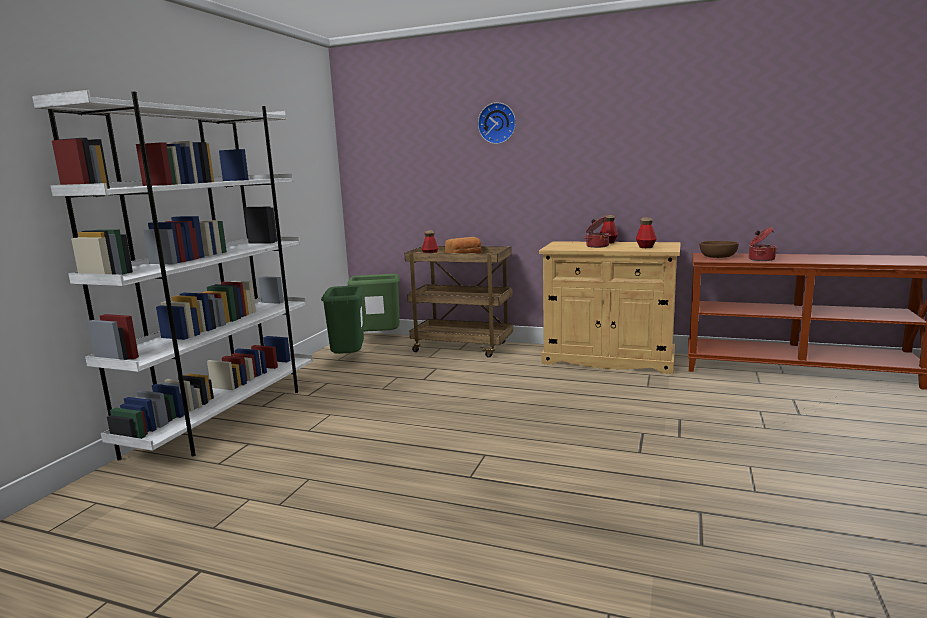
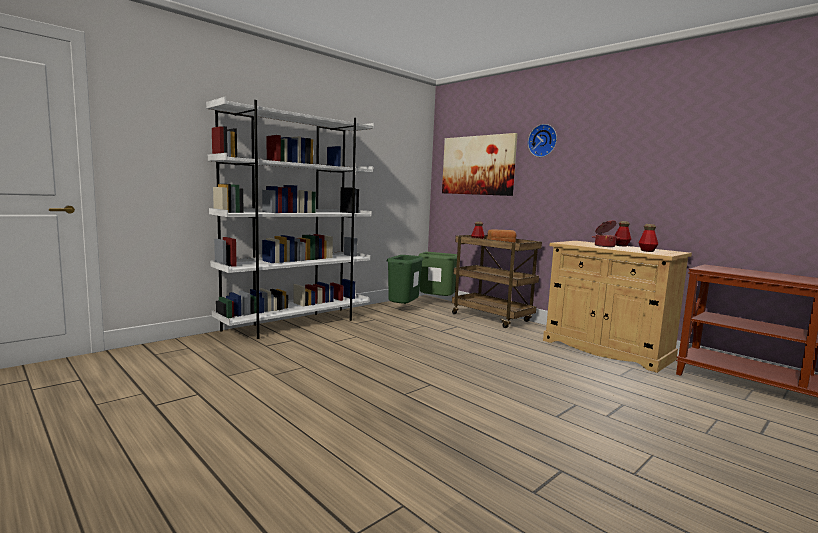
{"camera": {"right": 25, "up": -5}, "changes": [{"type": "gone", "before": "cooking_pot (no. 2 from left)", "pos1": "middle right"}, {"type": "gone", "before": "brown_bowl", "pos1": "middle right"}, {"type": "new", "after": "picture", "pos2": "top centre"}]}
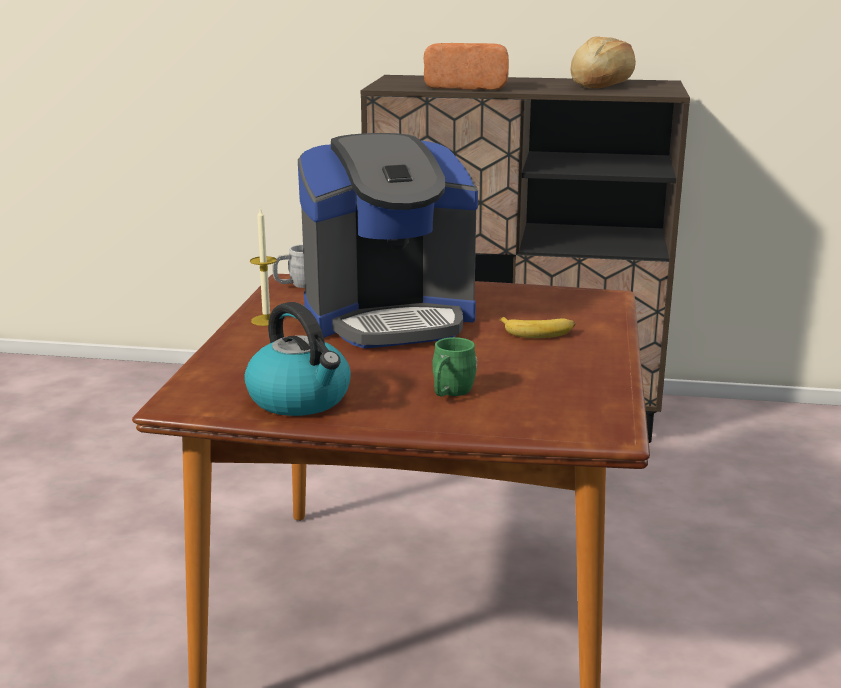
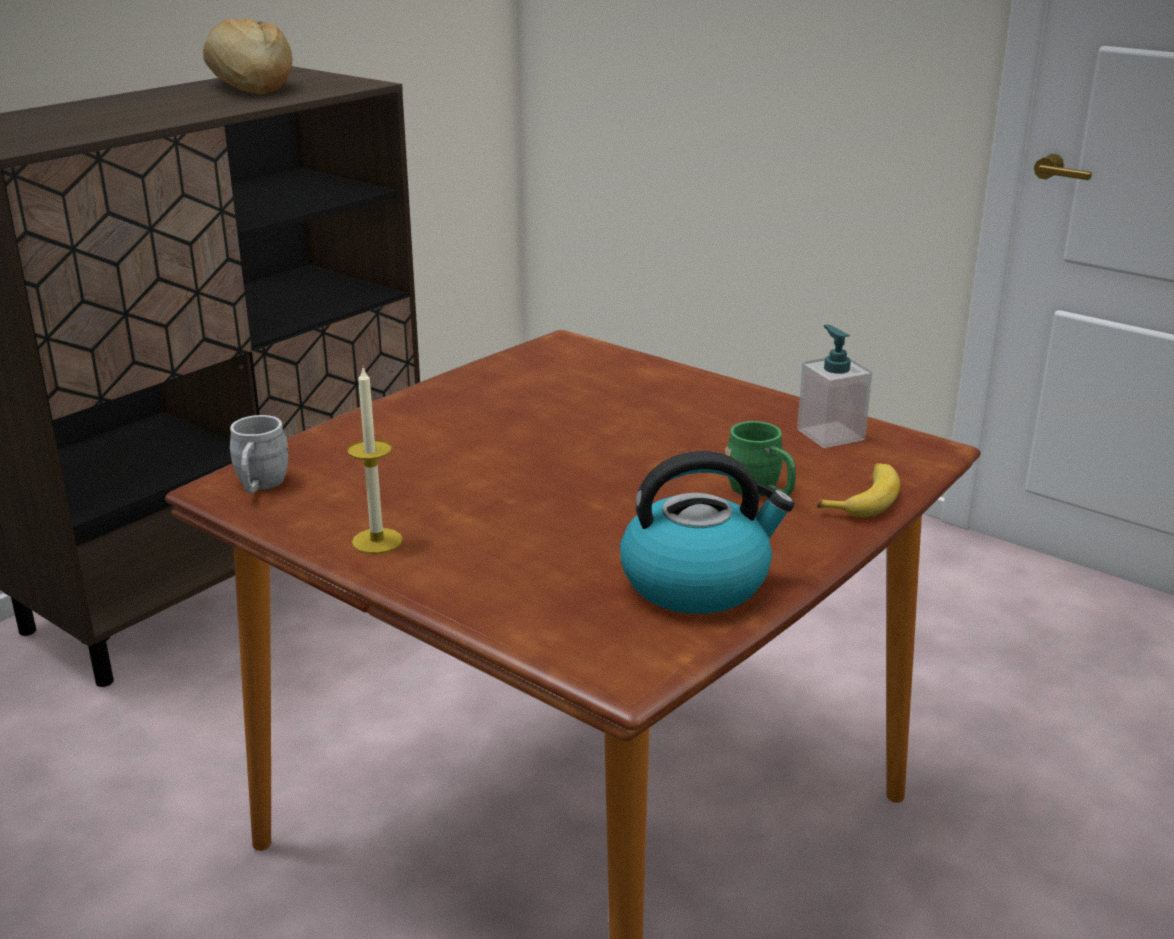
{"camera": {"right": -60, "up": 5}, "changes": [{"type": "gone", "before": "bread (no. 1 from left)", "pos1": "top centre"}, {"type": "gone", "before": "coffee_machine", "pos1": "centre"}, {"type": "shifted", "before": "banana", "pos1": "centre", "pos2": "middle right"}, {"type": "new", "after": "soap_dispenser", "pos2": "middle right"}]}
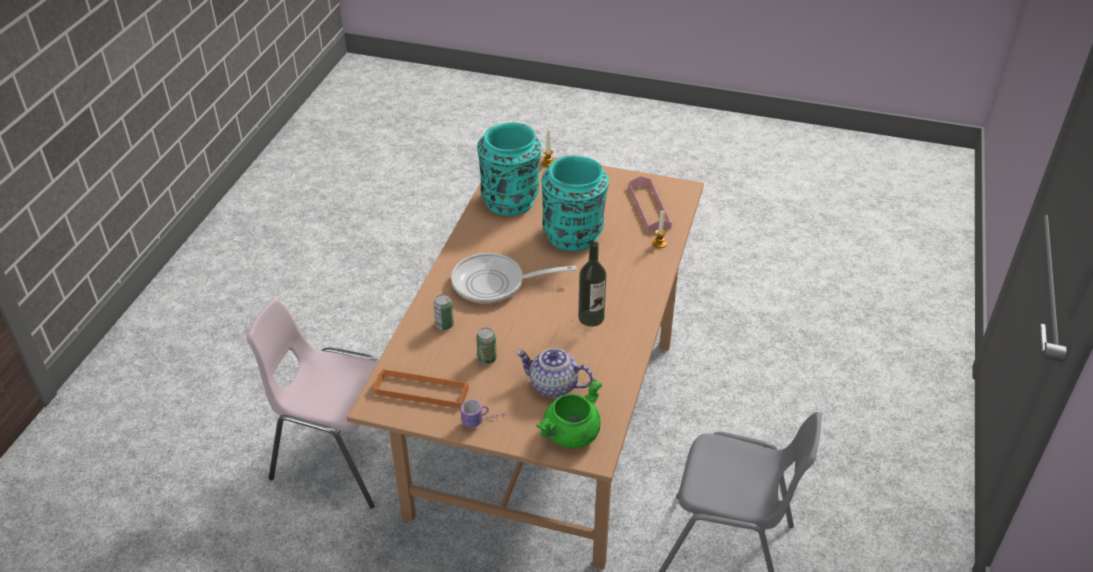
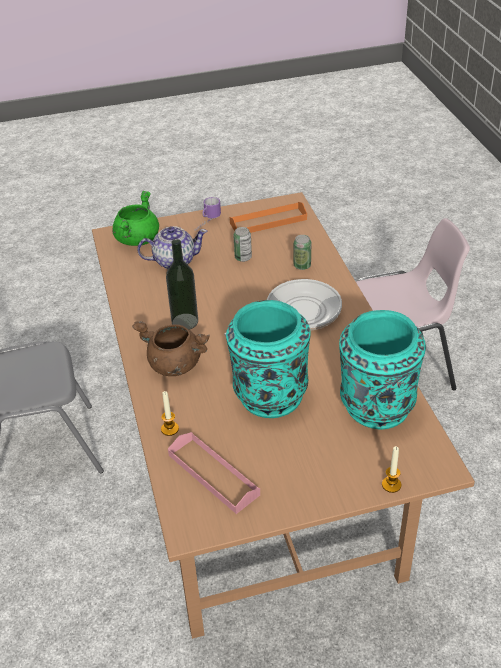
{"camera": {"right": 150, "up": 0}, "changes": [{"type": "new", "after": "brown_cooking_pot", "pos2": "centre"}]}
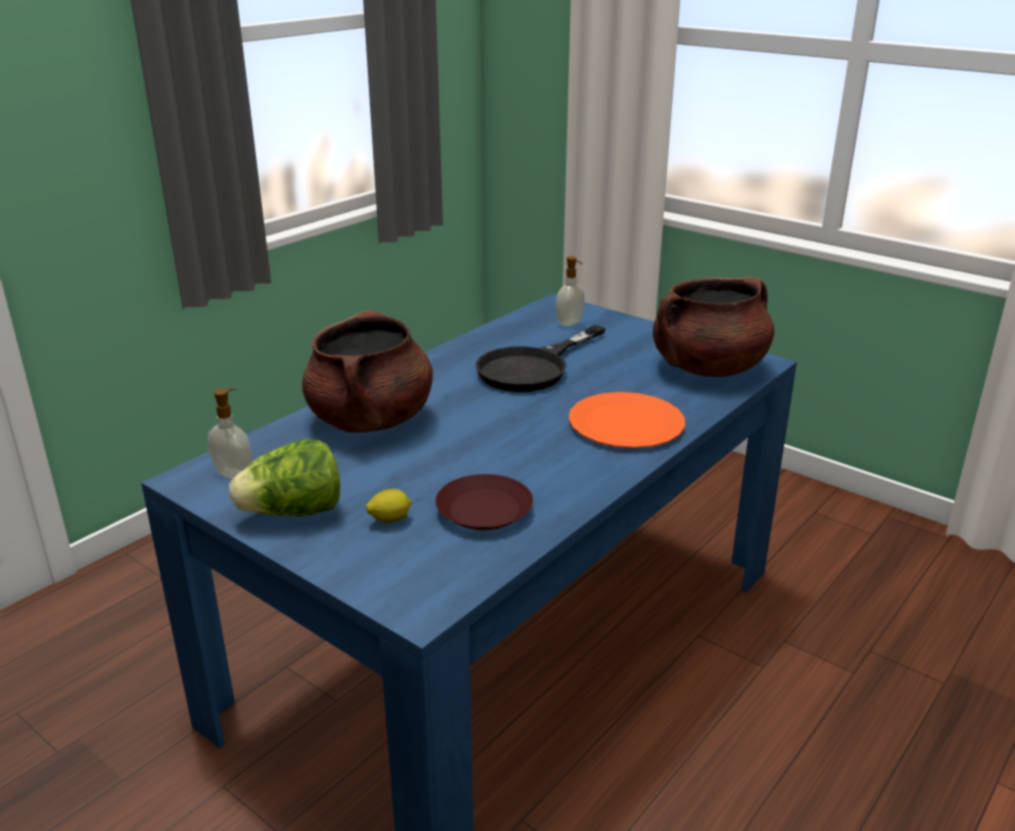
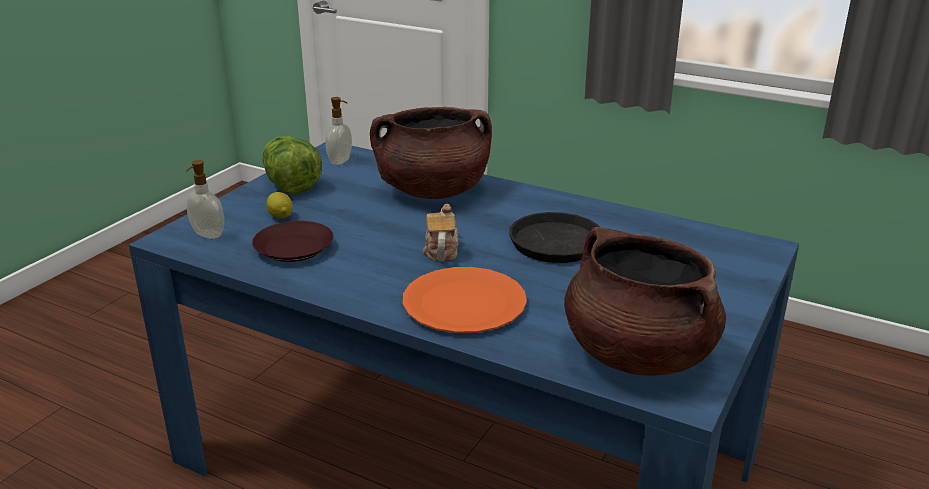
{"camera": {"right": 80, "up": 0}, "changes": [{"type": "shifted", "before": "soap_dispenser (no. 2 from left in the first image)", "after": "soap_dispenser (no. 1 from left)", "pos1": "centre", "pos2": "middle left"}, {"type": "new", "after": "teapot", "pos2": "centre"}]}
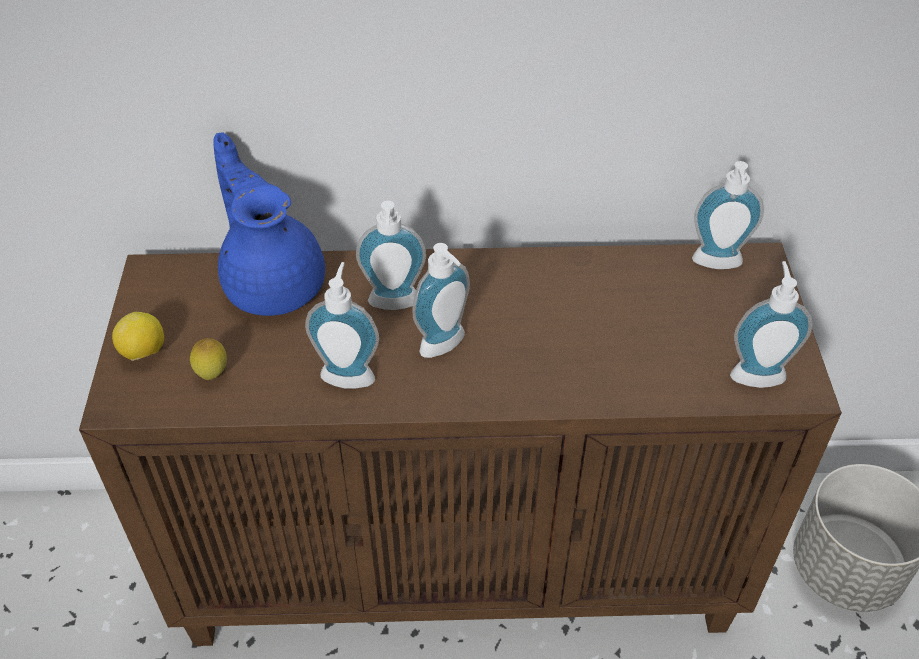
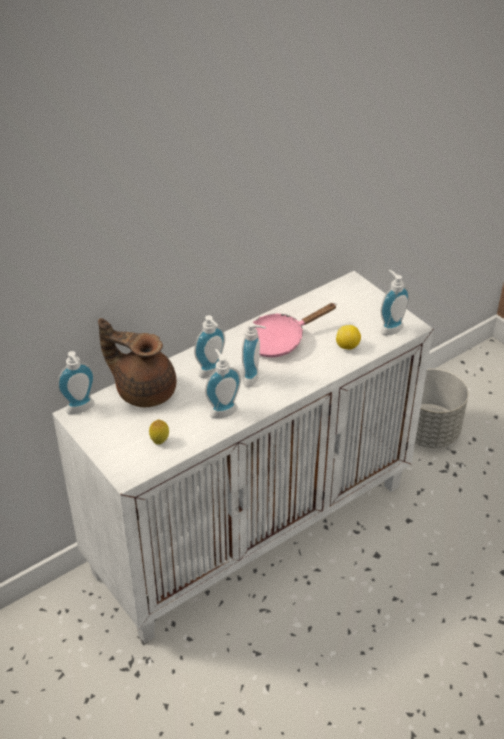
{"camera": {"right": -35, "up": -5}, "changes": [{"type": "repainted", "before": "blue_teapot", "after": "brown_teapot", "pos1": "middle left", "pos2": "middle left"}, {"type": "shifted", "before": "soap_dispenser (no. 4 from left in the first image)", "after": "soap_dispenser (no. 1 from left)", "pos1": "top right", "pos2": "middle left"}, {"type": "repainted", "before": "brown_cabinet", "after": "white_cabinet", "pos1": "bottom centre", "pos2": "centre"}, {"type": "shifted", "before": "lemon (no. 1 from left in the first image)", "after": "lemon (no. 2 from left)", "pos1": "middle left", "pos2": "middle right"}, {"type": "new", "after": "pink_frying_pan", "pos2": "centre"}]}
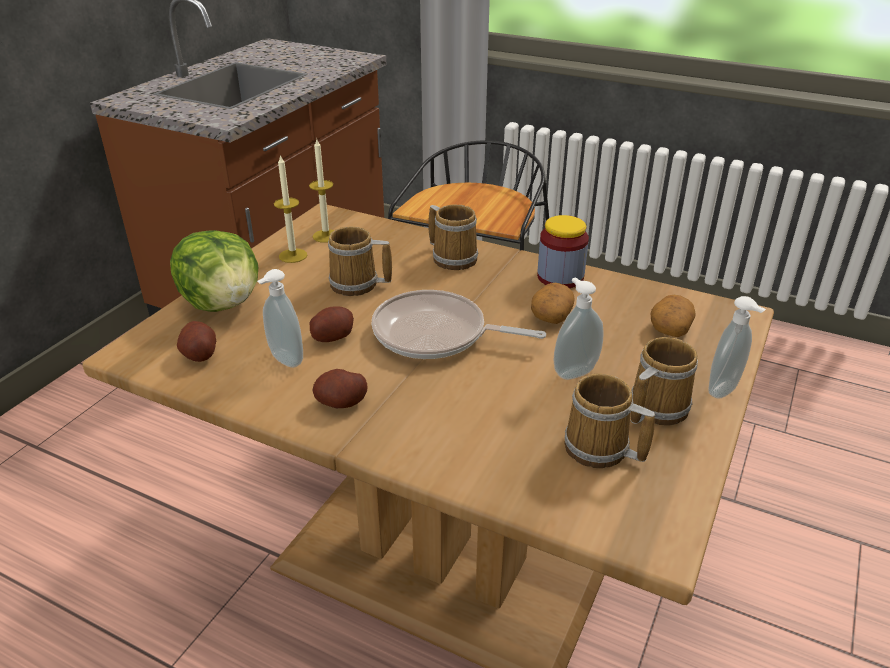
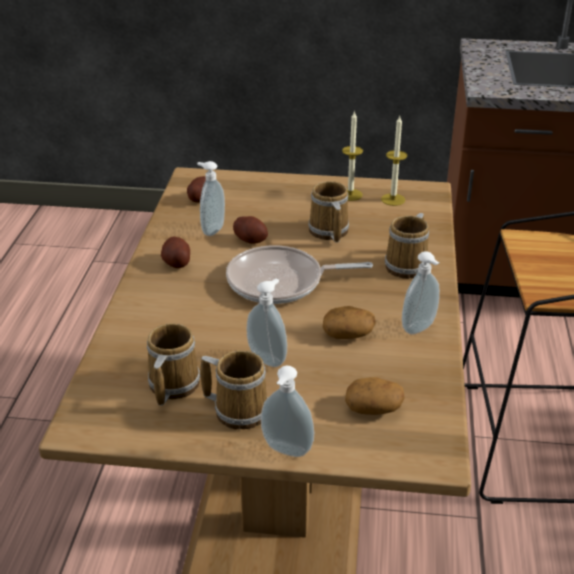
{"camera": {"right": 70, "up": 0}, "changes": [{"type": "swapped", "before": "jar", "after": "soap_dispenser (no. 4 from left)", "pos1": "centre", "pos2": "middle right"}, {"type": "gone", "before": "lettuce", "pos1": "middle left"}, {"type": "rotated", "before": "frying_pan", "pos1": "centre", "pos2": "centre", "turn": -90}]}
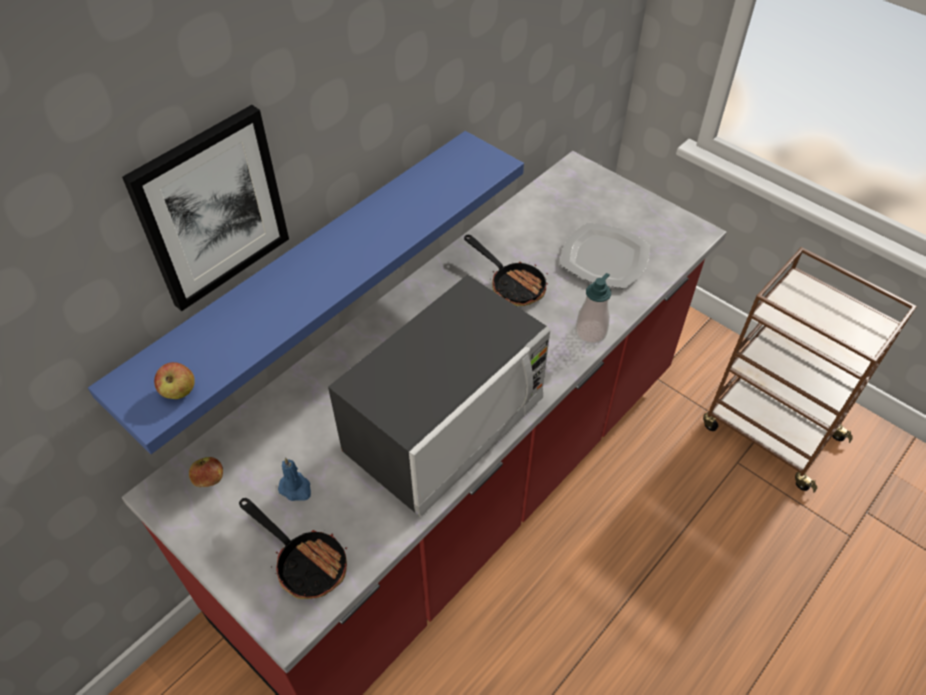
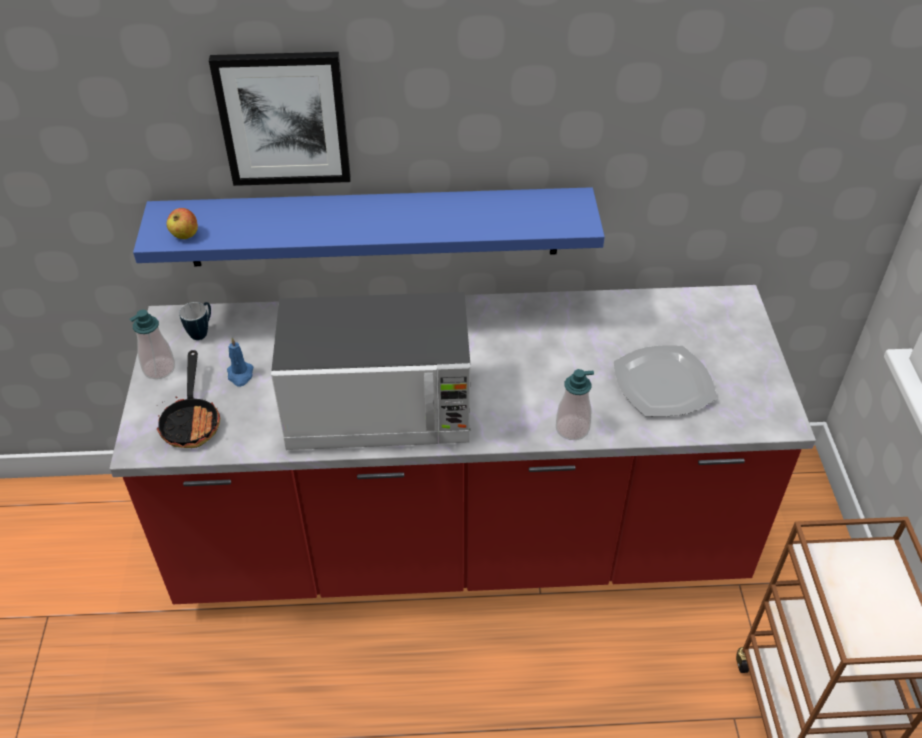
{"camera": {"right": 45, "up": -5}, "changes": [{"type": "gone", "before": "frying_pan (no. 2 from left)", "pos1": "centre"}, {"type": "swapped", "before": "apple (no. 2 from left)", "after": "mug", "pos1": "bottom left", "pos2": "middle left"}, {"type": "new", "after": "soap_dispenser (no. 1 from left)", "pos2": "middle left"}]}
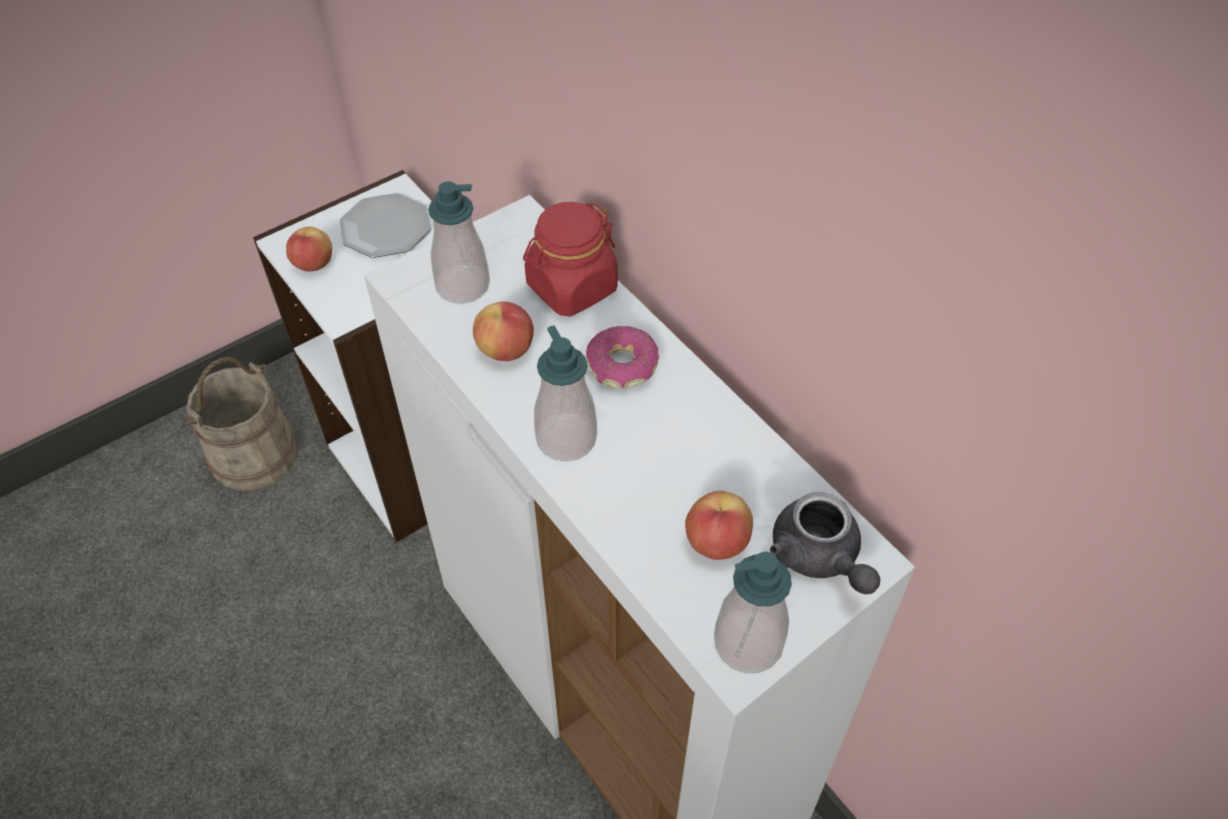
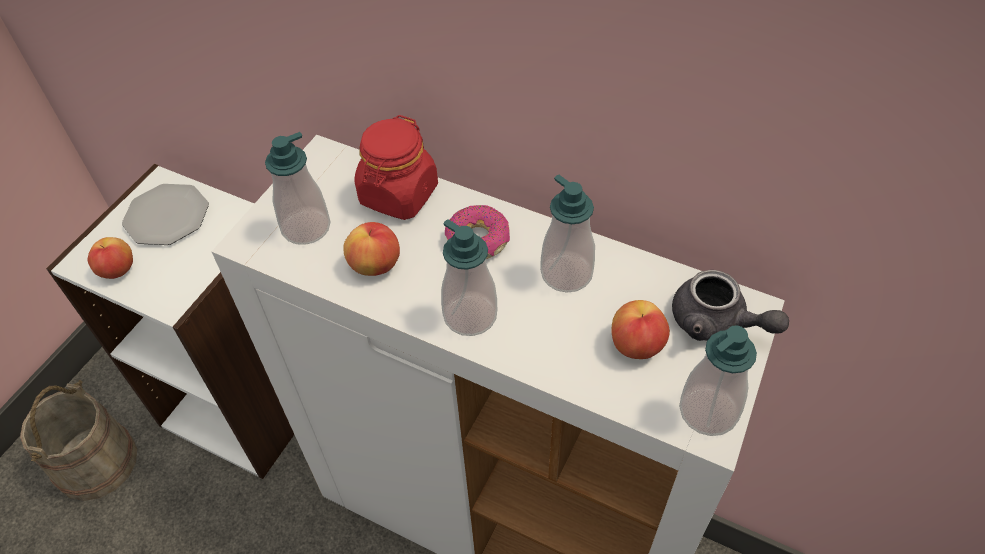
{"camera": {"right": -25, "up": 0}, "changes": [{"type": "new", "after": "soap_dispenser (no. 3 from left)", "pos2": "centre"}]}
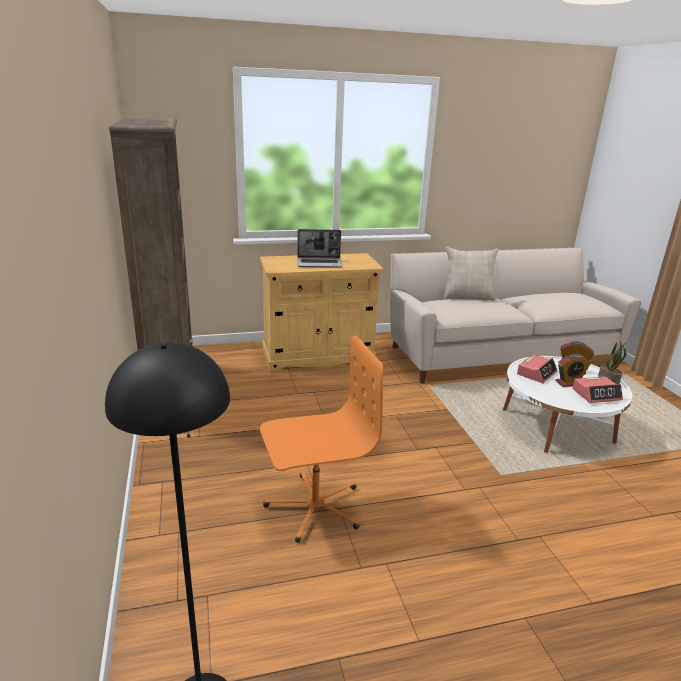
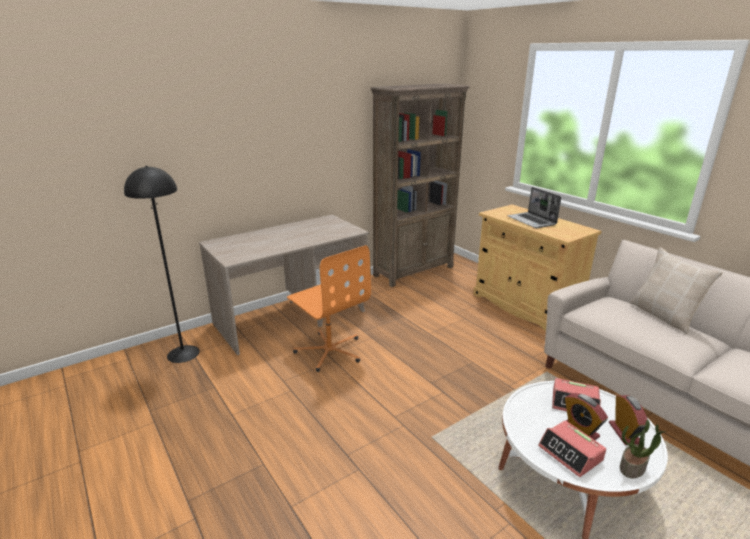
{"camera": {"right": 70, "up": 0}, "changes": [{"type": "new", "after": "beige_desk", "pos2": "centre"}]}
